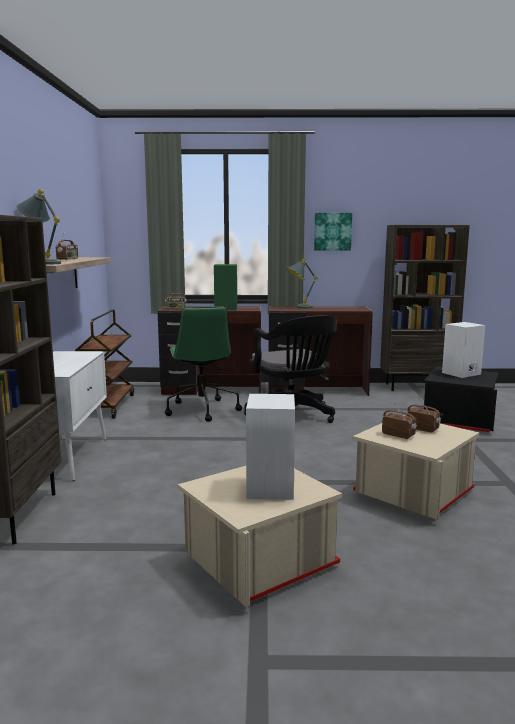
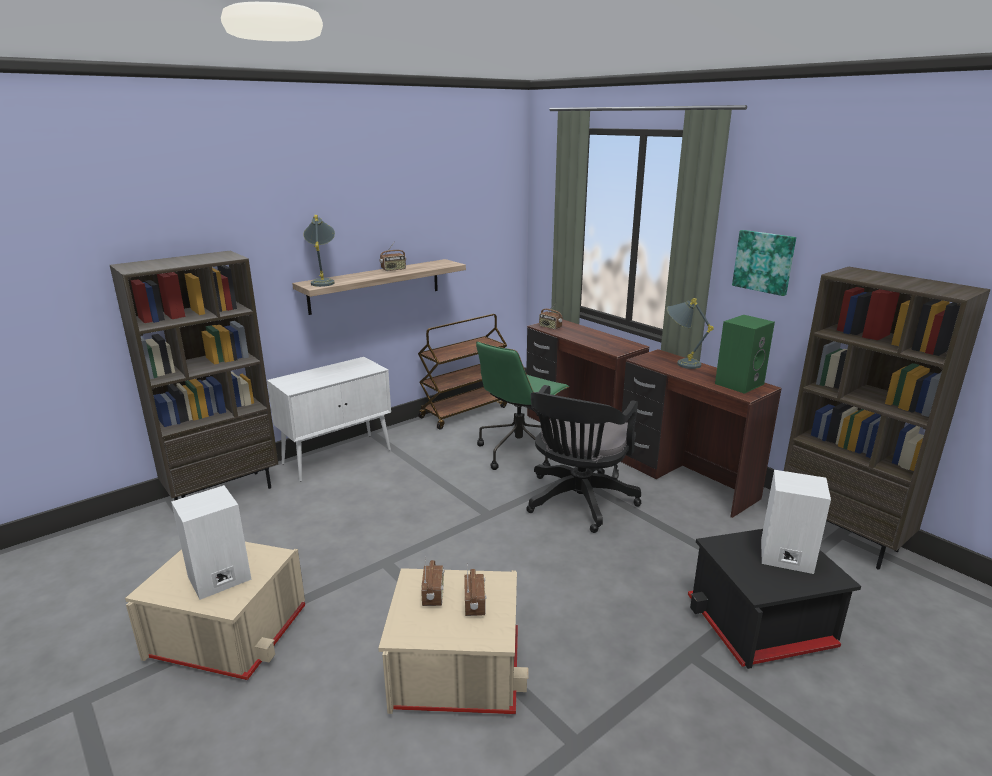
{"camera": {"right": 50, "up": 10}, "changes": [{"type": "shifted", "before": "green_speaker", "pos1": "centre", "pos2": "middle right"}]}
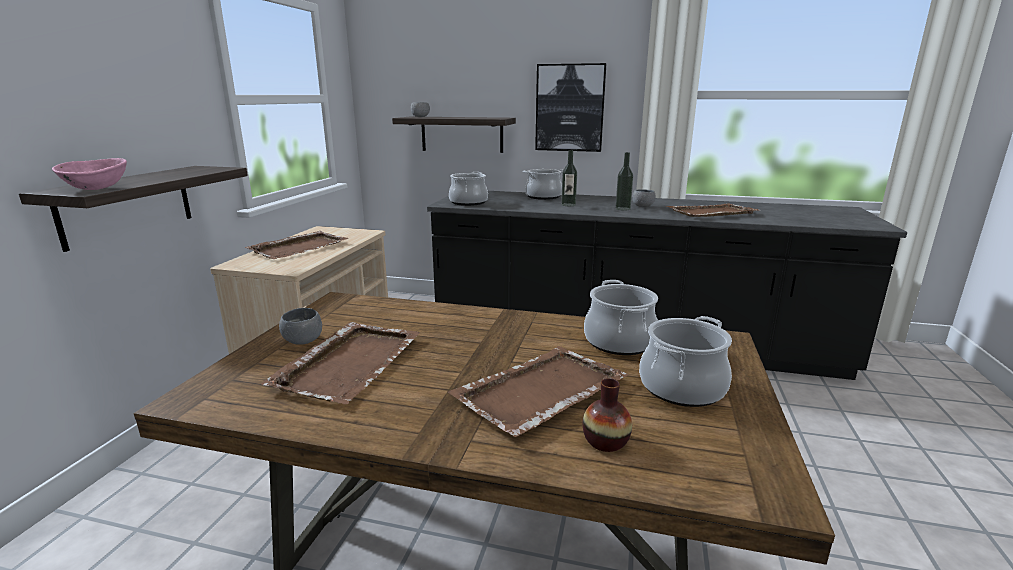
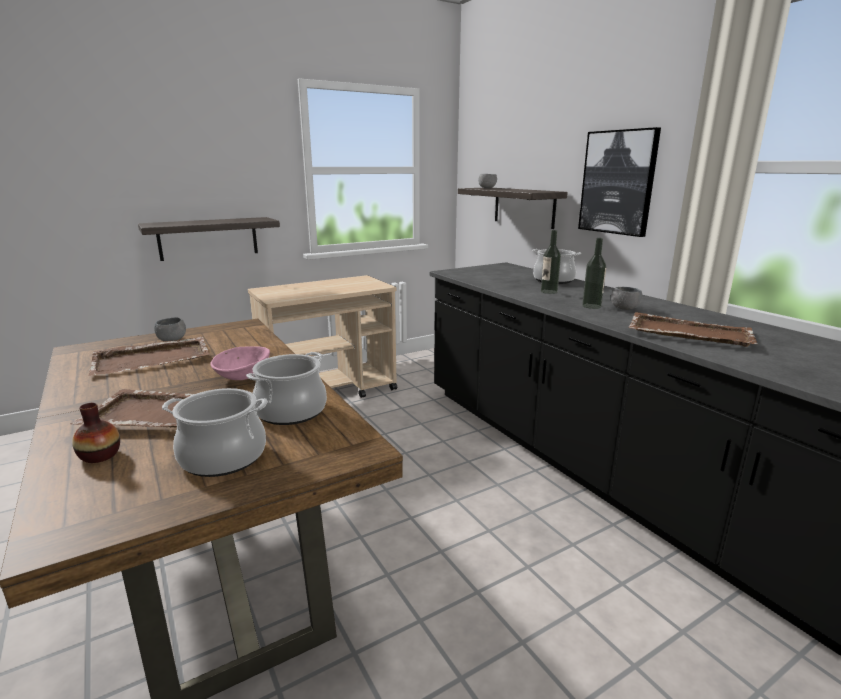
{"camera": {"right": 45, "up": 0}, "changes": [{"type": "shifted", "before": "pink_bowl", "pos1": "top left", "pos2": "middle left"}, {"type": "gone", "before": "cooking_pot (no. 1 from left)", "pos1": "top centre"}, {"type": "gone", "before": "brown_tray (no. 1 from left)", "pos1": "middle left"}]}
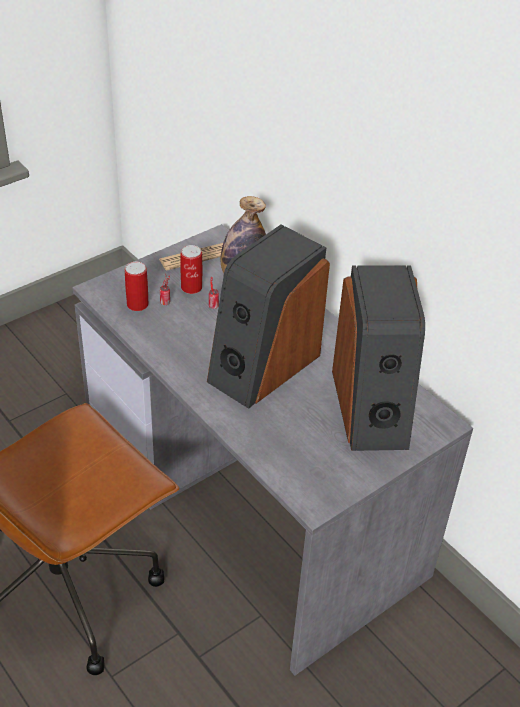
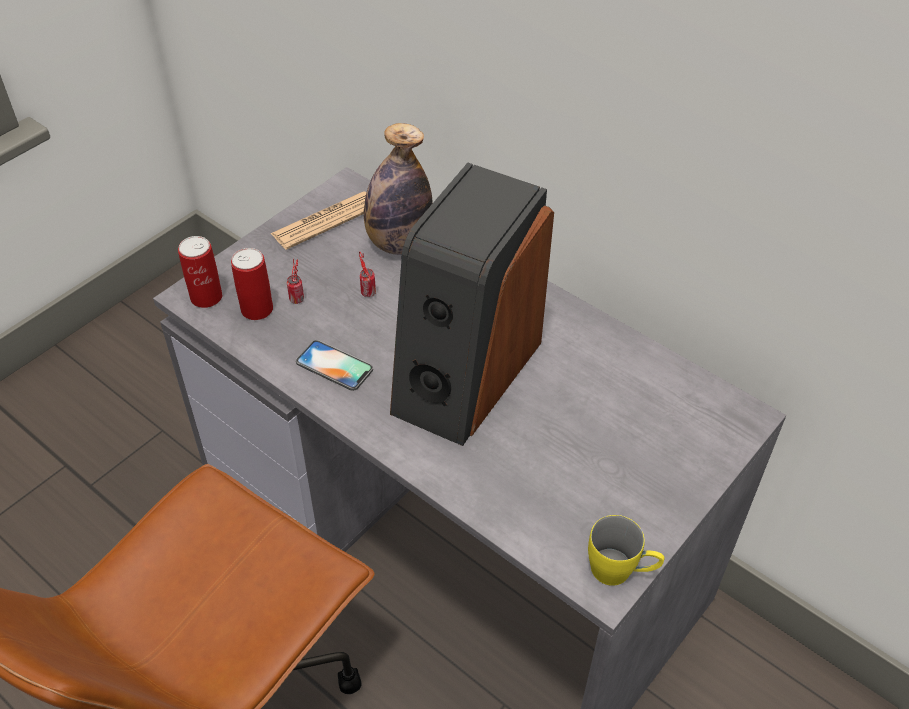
{"camera": {"right": -10, "up": 5}, "changes": [{"type": "shifted", "before": "can (no. 3 from left in the first image)", "after": "can (no. 1 from left)", "pos1": "centre", "pos2": "middle left"}, {"type": "gone", "before": "speaker (no. 2 from left)", "pos1": "middle right"}, {"type": "new", "after": "phone", "pos2": "centre"}, {"type": "new", "after": "yellow_mug", "pos2": "bottom right"}]}
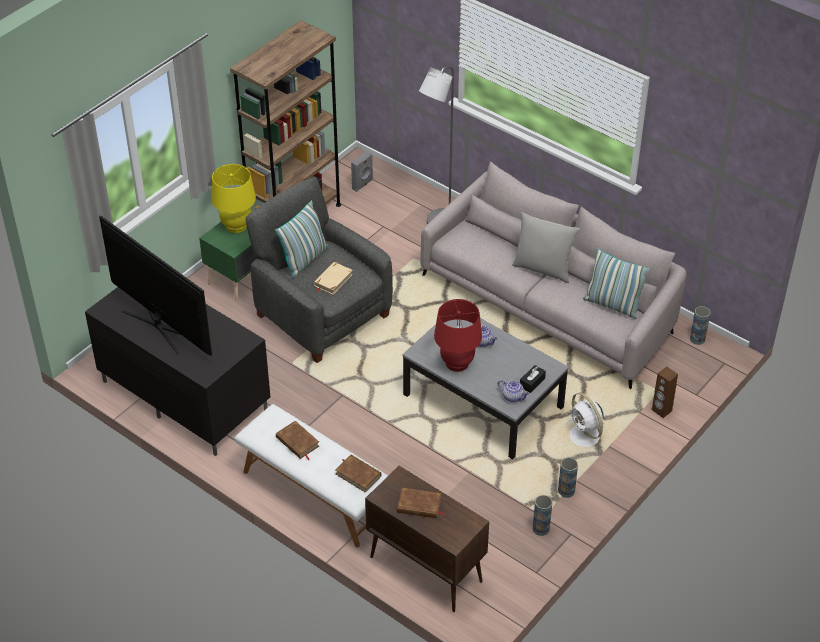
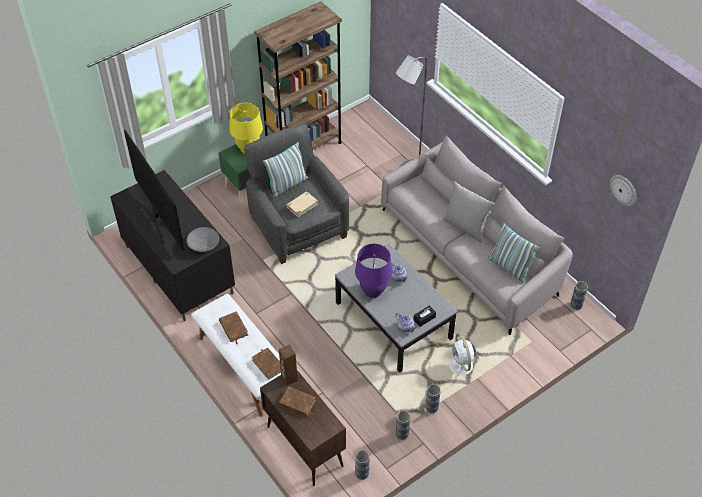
{"camera": {"right": 15, "up": 5}, "changes": [{"type": "gone", "before": "grey_speaker", "pos1": "top centre"}, {"type": "repainted", "before": "red_table_lamp", "after": "purple_table_lamp", "pos1": "centre", "pos2": "centre"}, {"type": "shifted", "before": "brown_speaker", "pos1": "middle right", "pos2": "bottom centre"}, {"type": "new", "after": "wall_clock", "pos2": "middle right"}, {"type": "new", "after": "grey_bowl", "pos2": "middle left"}, {"type": "new", "after": "vase (no. 1 from left)", "pos2": "bottom centre"}]}
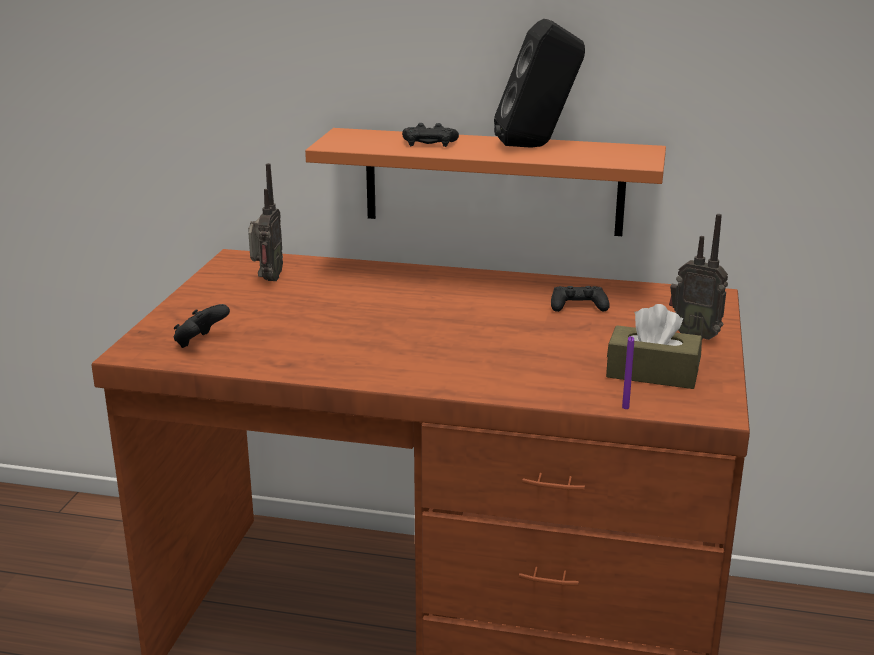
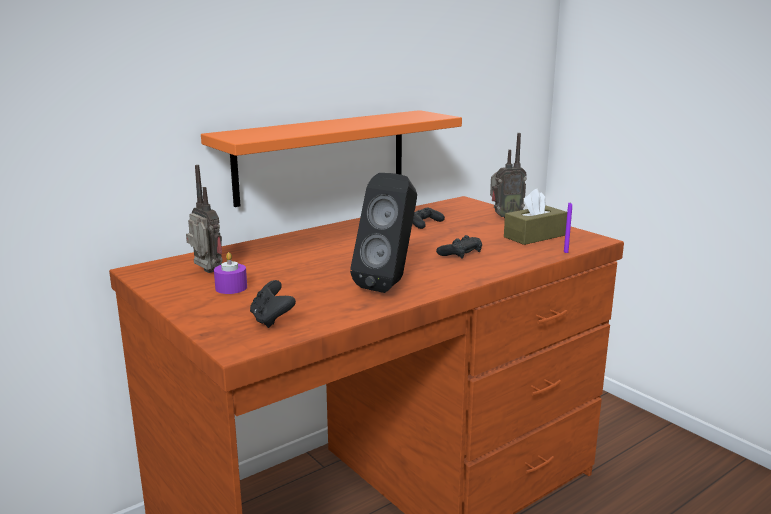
{"camera": {"right": -50, "up": -5}, "changes": [{"type": "shifted", "before": "black_speaker", "pos1": "top centre", "pos2": "centre"}, {"type": "shifted", "before": "black_game_controller (no. 2 from left in the first image)", "after": "black_game_controller (no. 3 from left)", "pos1": "top centre", "pos2": "centre"}, {"type": "new", "after": "purple_candle (no. 1 from left)", "pos2": "middle left"}]}
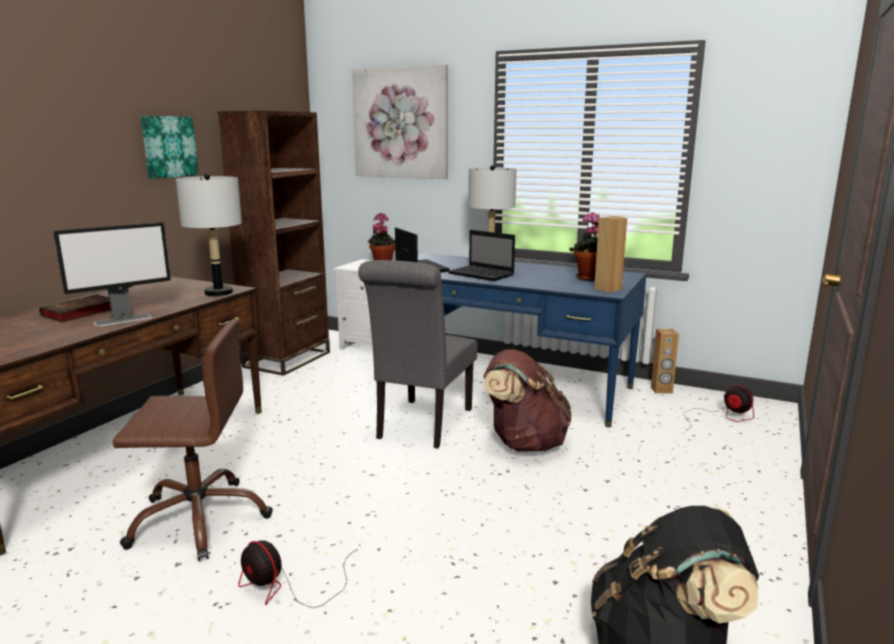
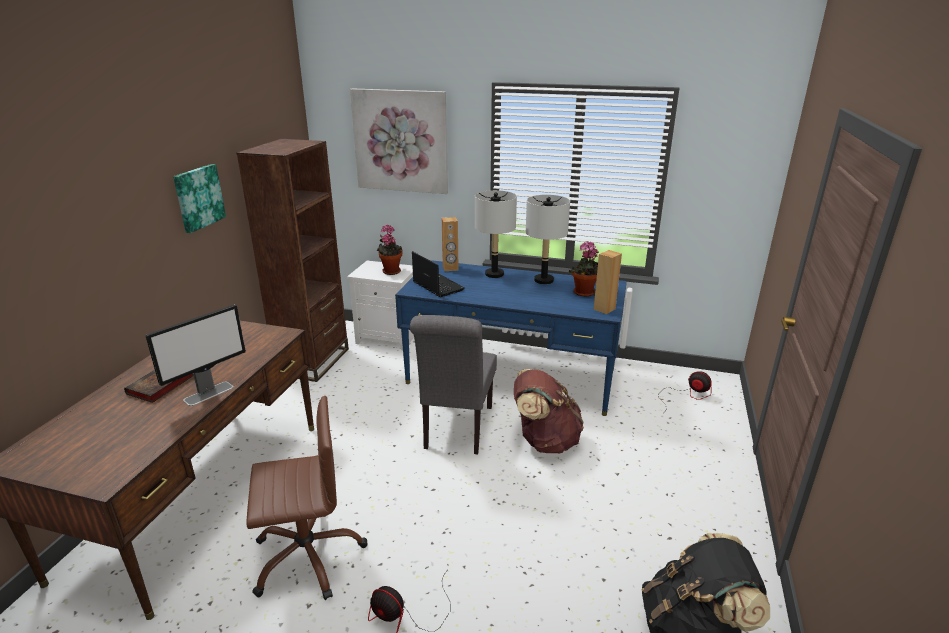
{"camera": {"right": -10, "up": 10}, "changes": [{"type": "shifted", "before": "grey_table_lamp (no. 1 from left in the first image)", "after": "grey_table_lamp (no. 2 from left)", "pos1": "middle left", "pos2": "centre"}, {"type": "gone", "before": "laptop (no. 2 from left)", "pos1": "centre"}, {"type": "shifted", "before": "brown_speaker (no. 2 from left in the first image)", "after": "brown_speaker (no. 1 from left)", "pos1": "middle right", "pos2": "centre"}]}
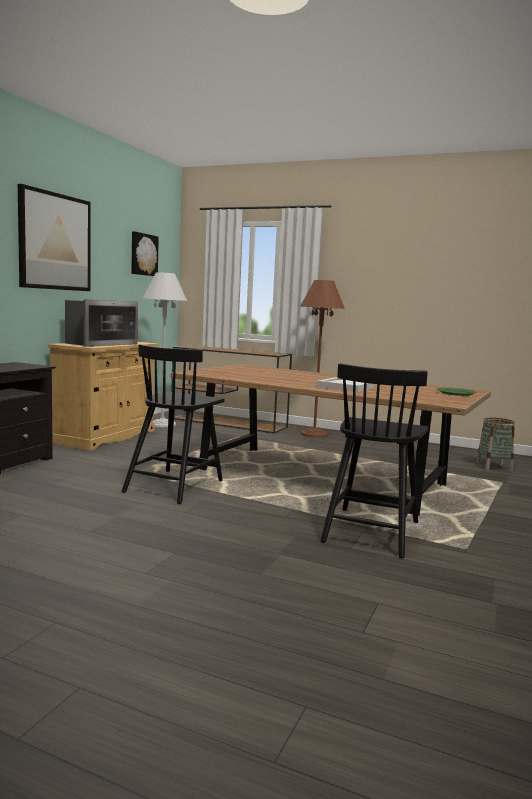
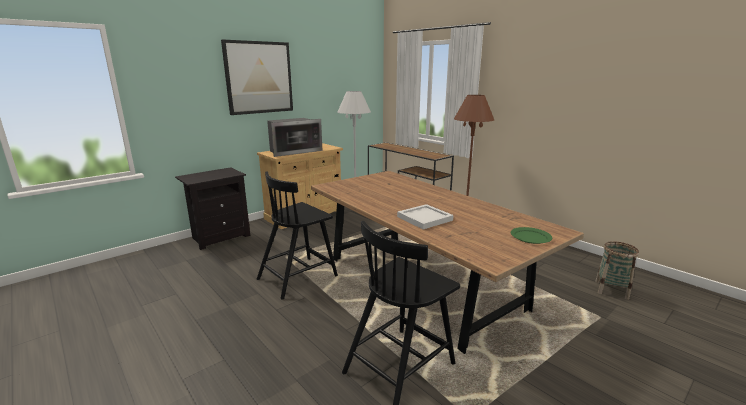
{"camera": {"right": 25, "up": 10}, "changes": [{"type": "gone", "before": "picture (no. 2 from left)", "pos1": "top left"}]}
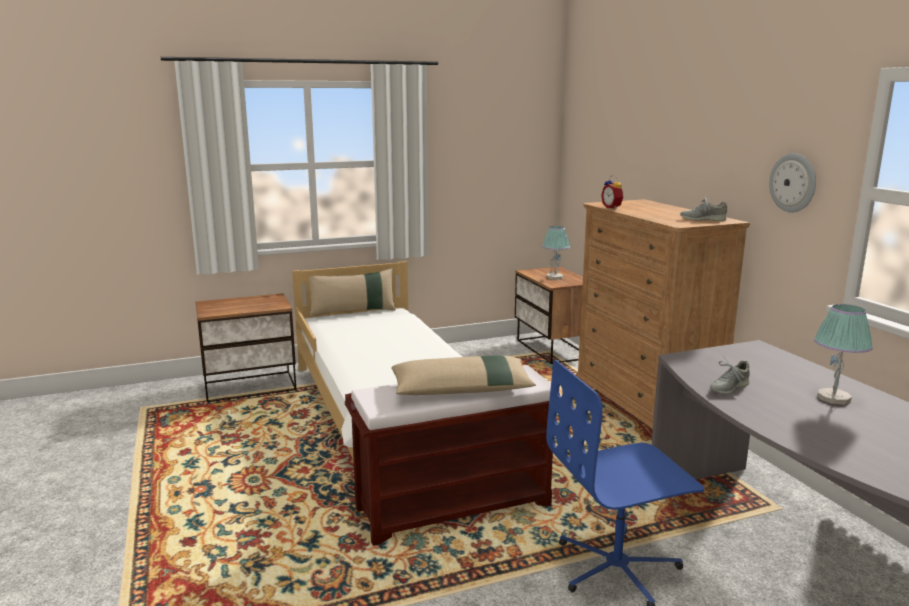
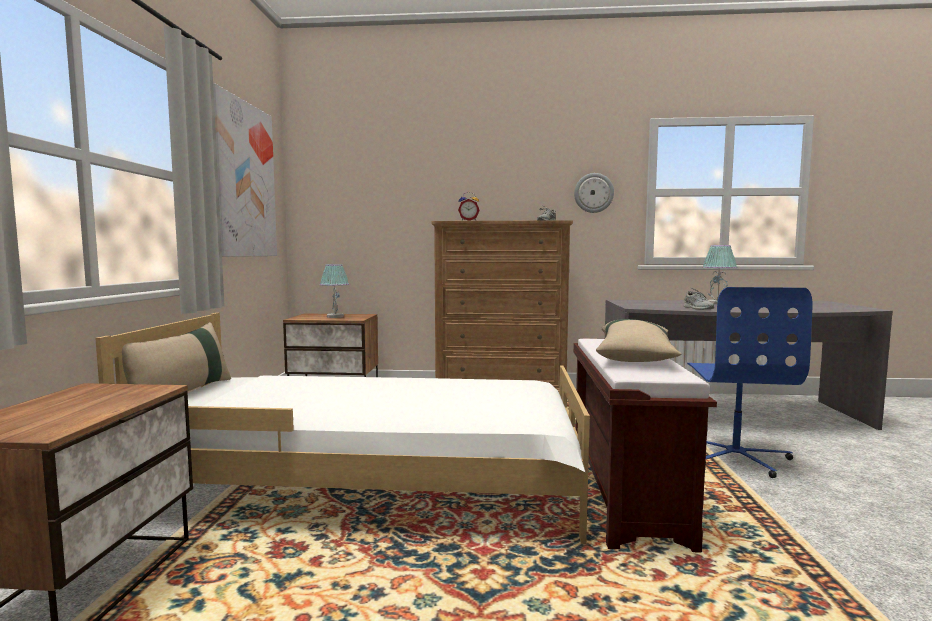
{"camera": {"right": -65, "up": -10}, "changes": [{"type": "new", "after": "picture", "pos2": "top left"}]}
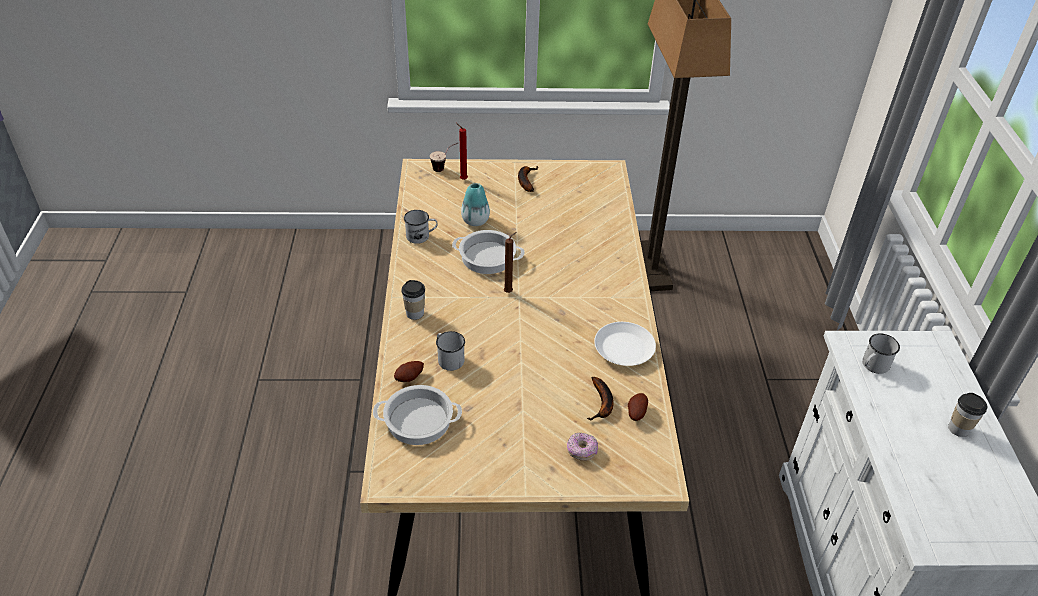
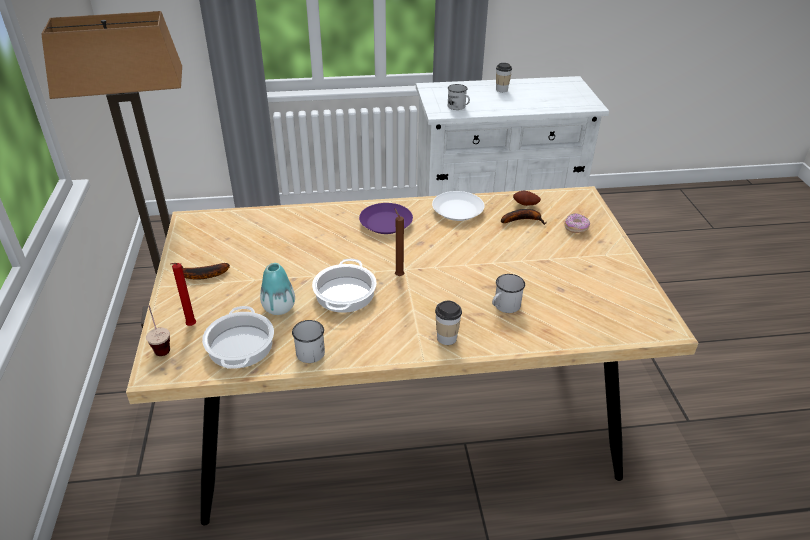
{"camera": {"right": -95, "up": -5}, "changes": [{"type": "gone", "before": "potato (no. 1 from left)", "pos1": "centre"}, {"type": "shifted", "before": "cooking_pot (no. 1 from left)", "pos1": "bottom centre", "pos2": "middle left"}, {"type": "new", "after": "purple_plate", "pos2": "centre"}]}
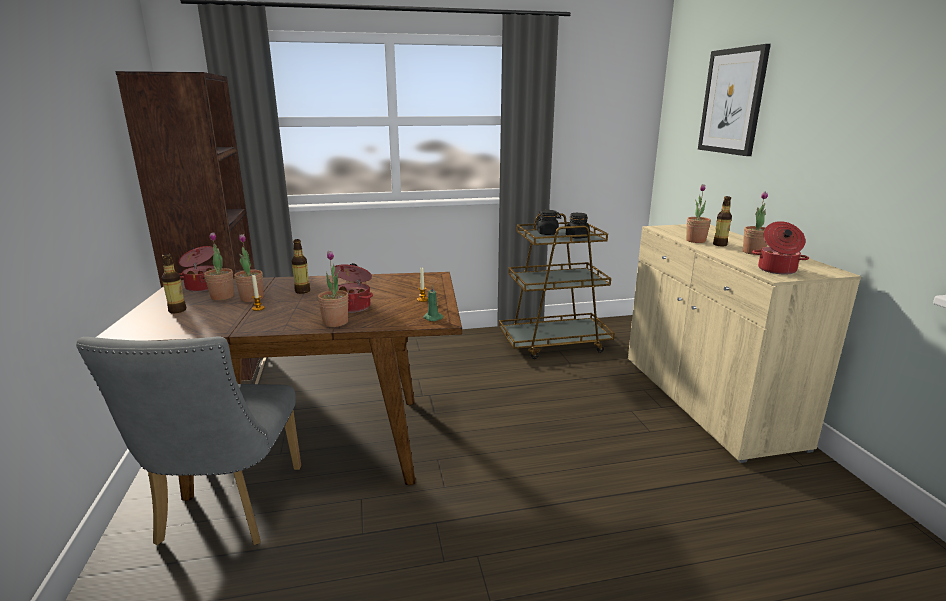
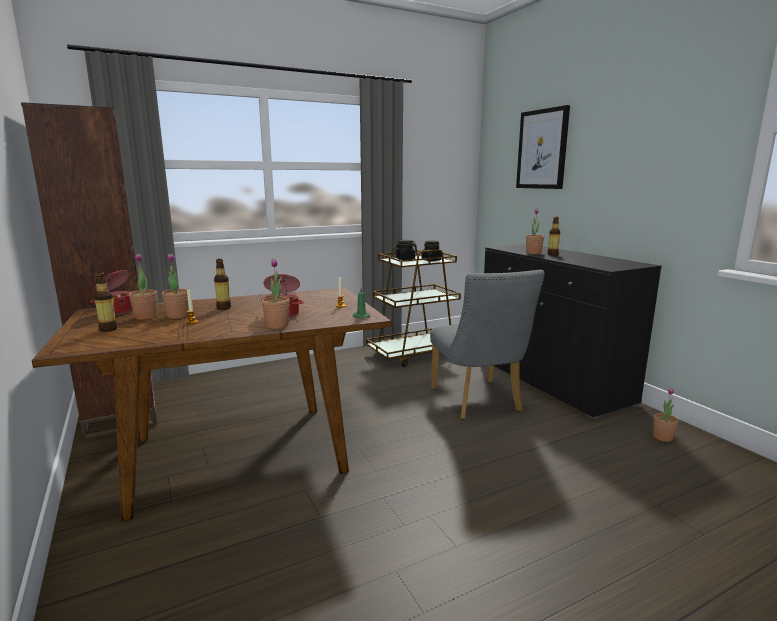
{"camera": {"right": -15, "up": -5}, "changes": [{"type": "shifted", "before": "potted_plant (no. 5 from left)", "pos1": "middle right", "pos2": "bottom right"}, {"type": "gone", "before": "cooking_pot (no. 3 from left)", "pos1": "middle right"}, {"type": "repainted", "before": "beige_cabinet", "after": "black_cabinet", "pos1": "middle right", "pos2": "middle right"}, {"type": "shifted", "before": "grey_chair", "pos1": "bottom left", "pos2": "centre"}]}
